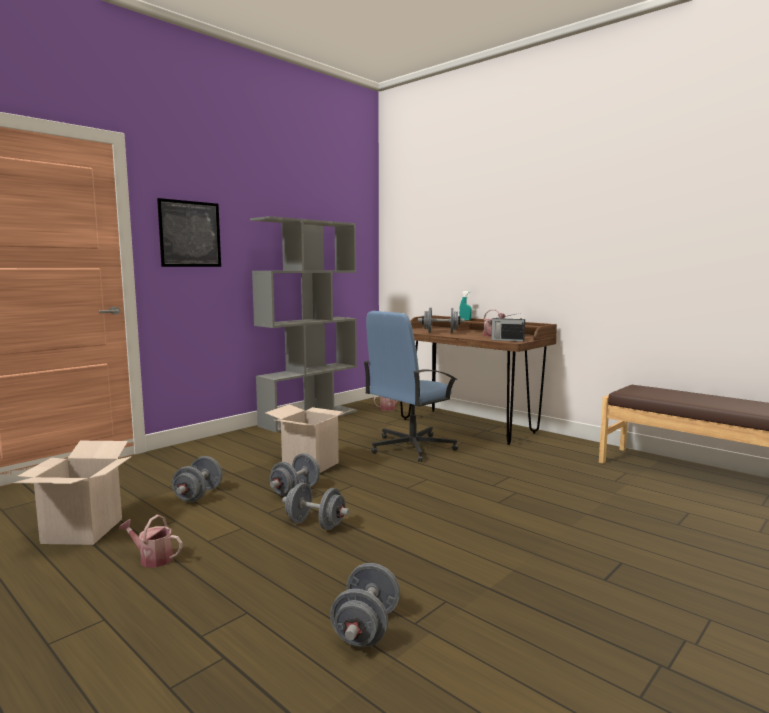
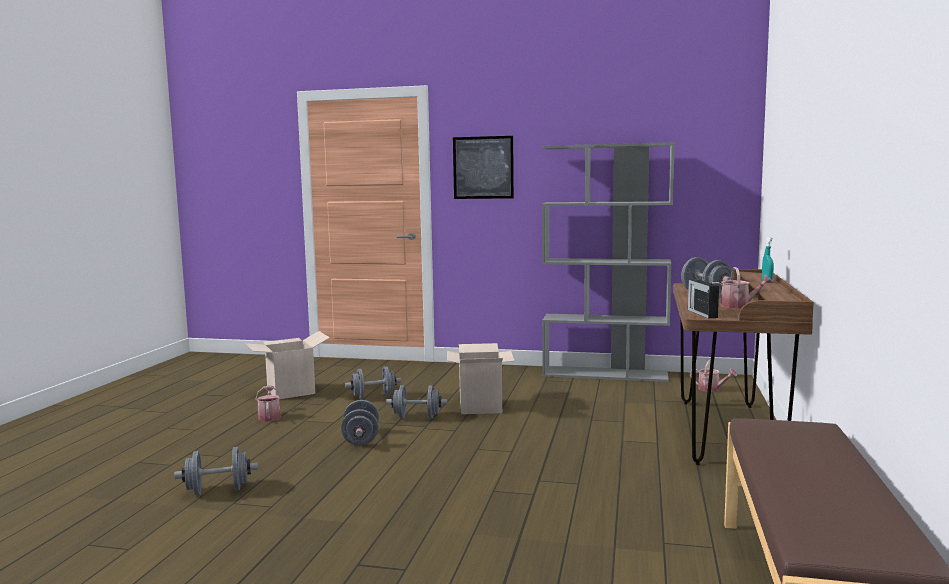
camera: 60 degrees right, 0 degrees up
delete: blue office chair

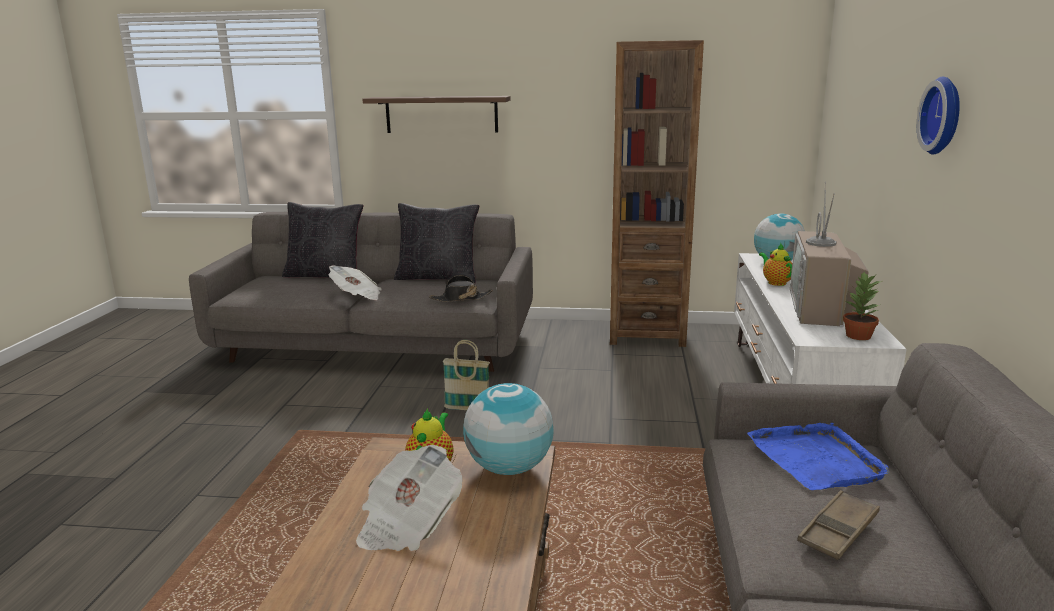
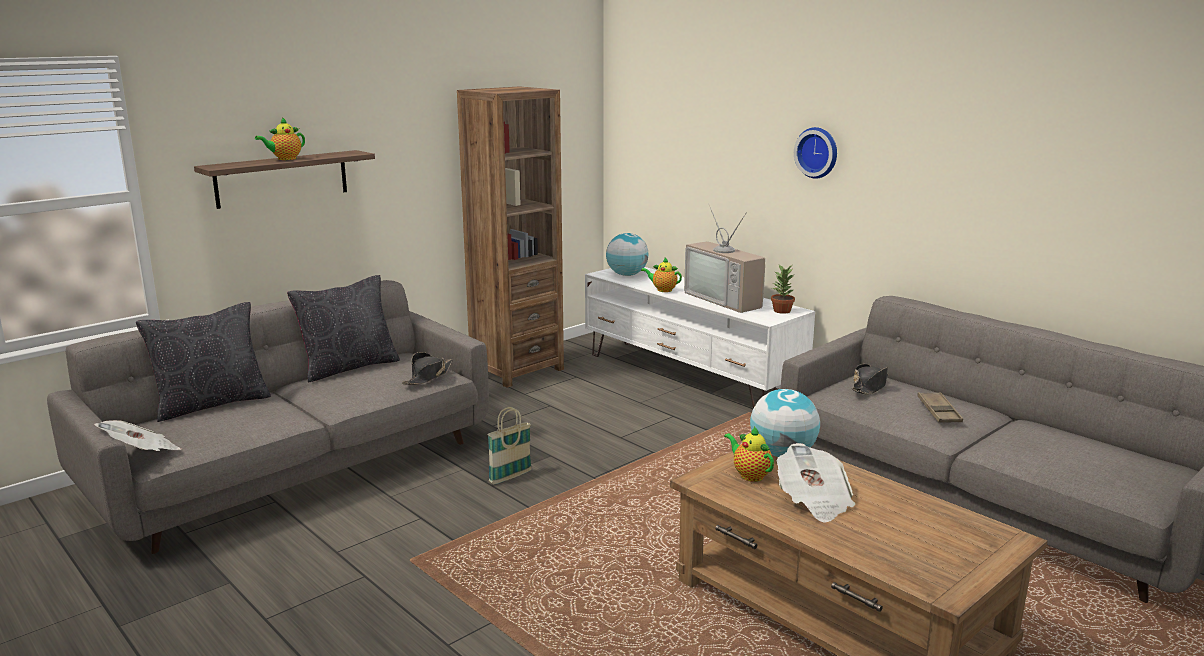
camera: 50 degrees left, 0 degrees up
insert: teapot (1st from left)
move: newspaper (1st from left)
replace: blue tray to black hat (2nd from left)

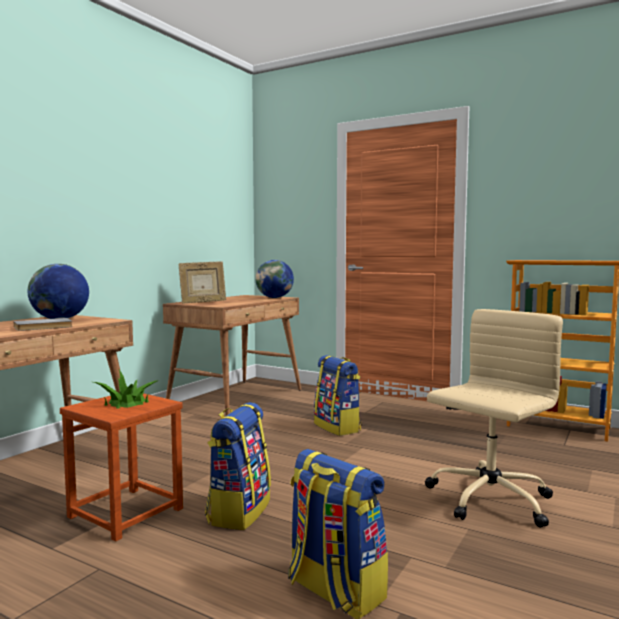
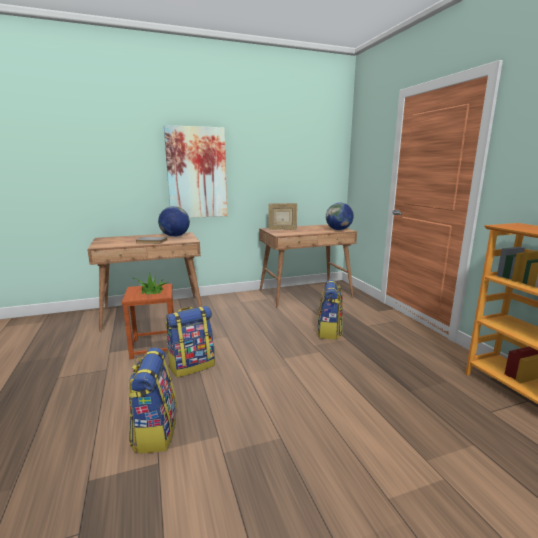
camera: 40 degrees right, 10 degrees up
delete: beige office chair
insert: picture

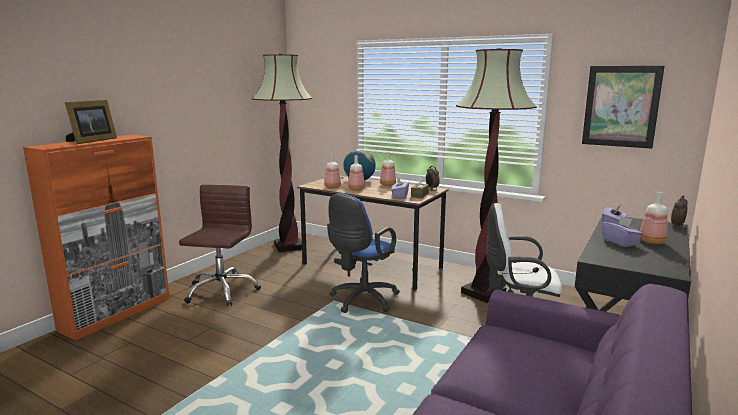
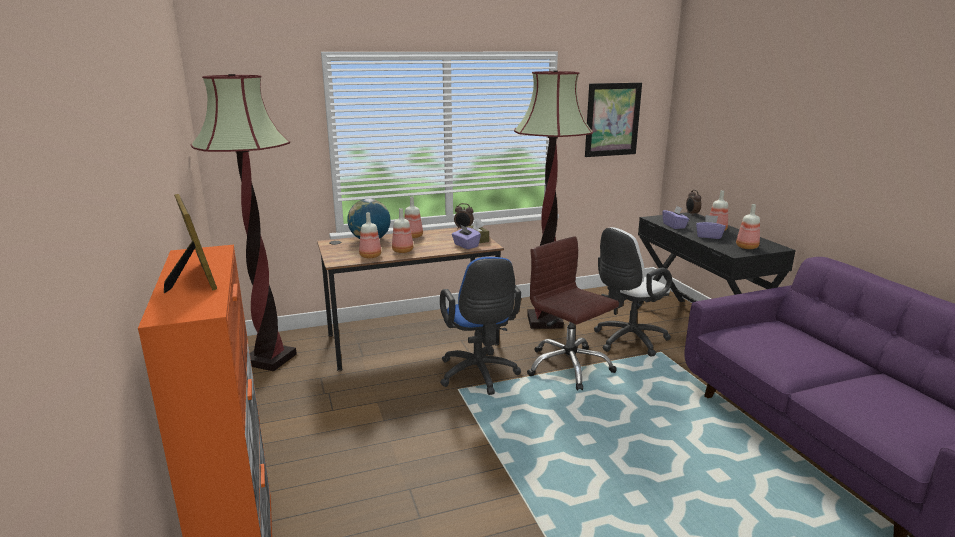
camera: 50 degrees left, 5 degrees up
insert: bottle (5th from left)
move: brown office chair

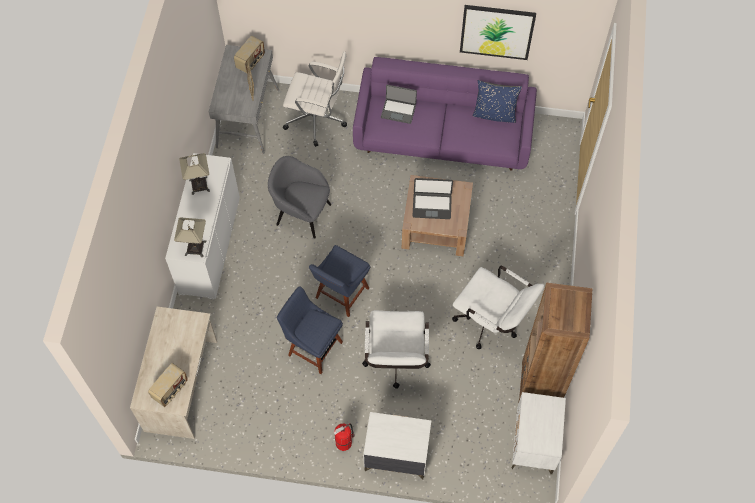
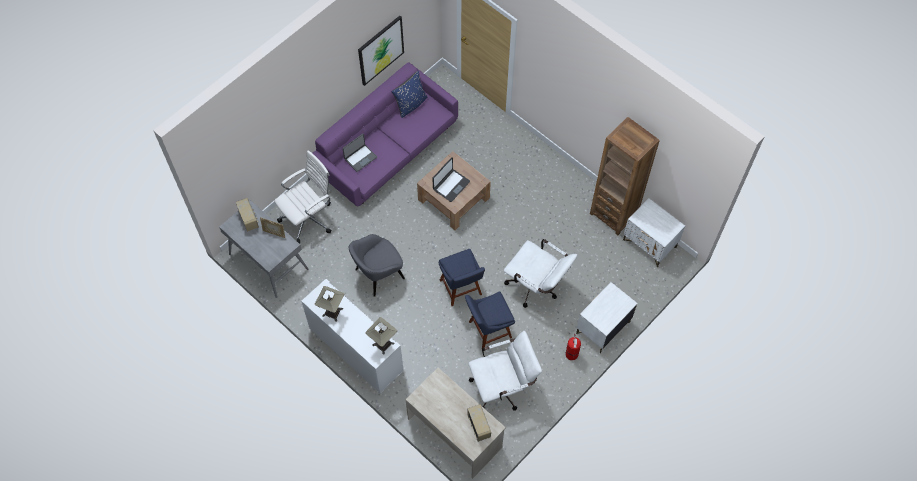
camera: 55 degrees left, 0 degrees up
move: white office chair (3rd from left in the first image) to white office chair (2nd from left)

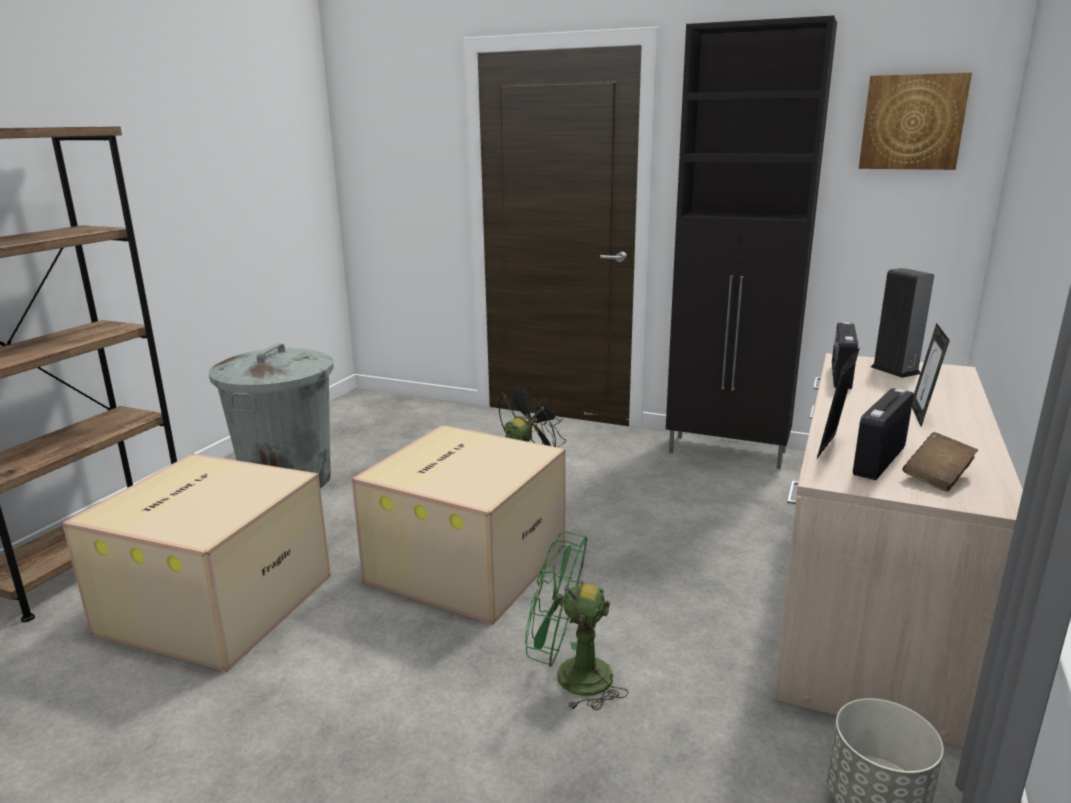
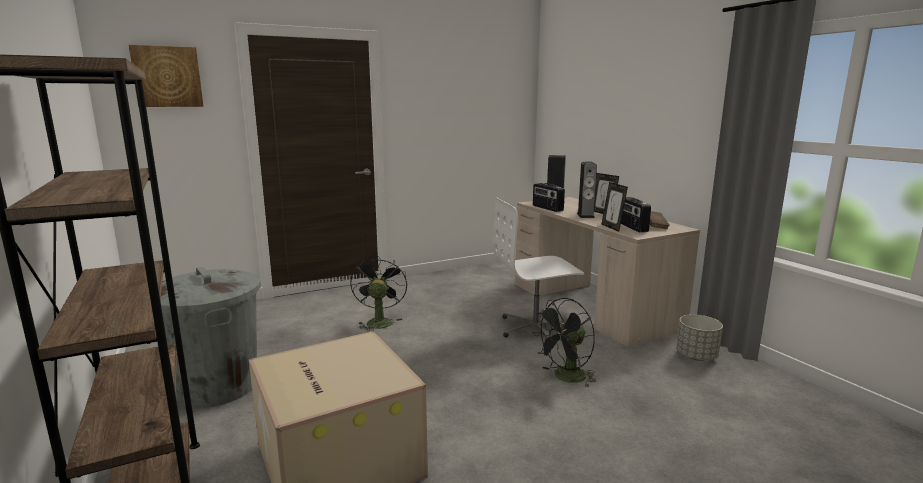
camera: 50 degrees left, 5 degrees down
delete: cardboard box (2nd from left); black cabinet
insert: white office chair; speaker (2nd from left)
move: picture
recolor: green fan to black fan (2nd from left)

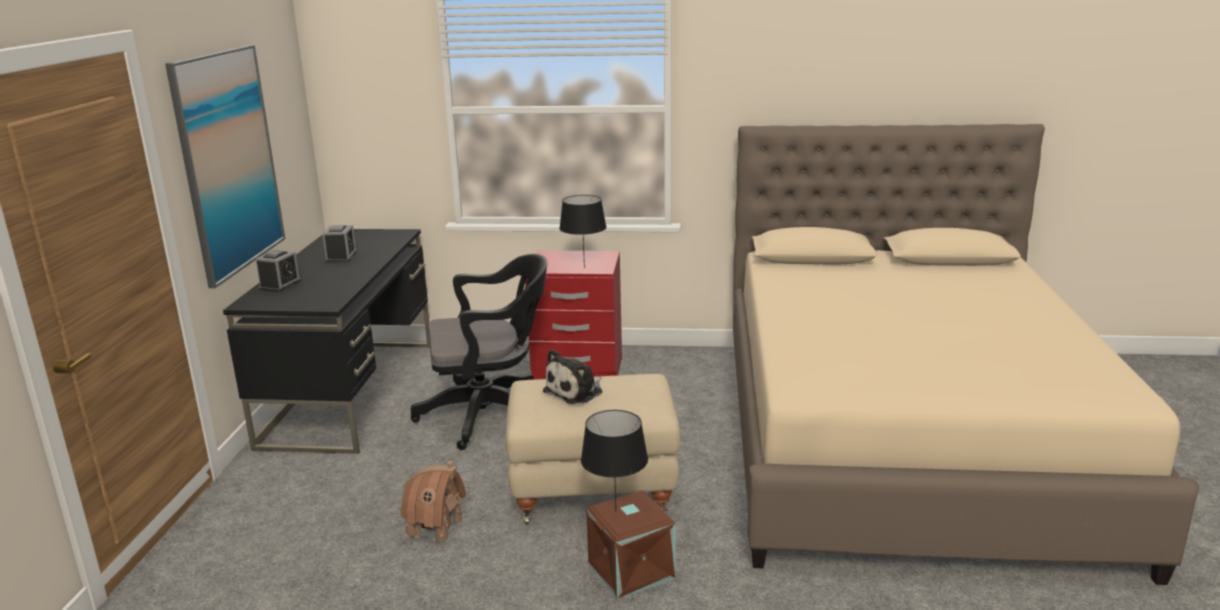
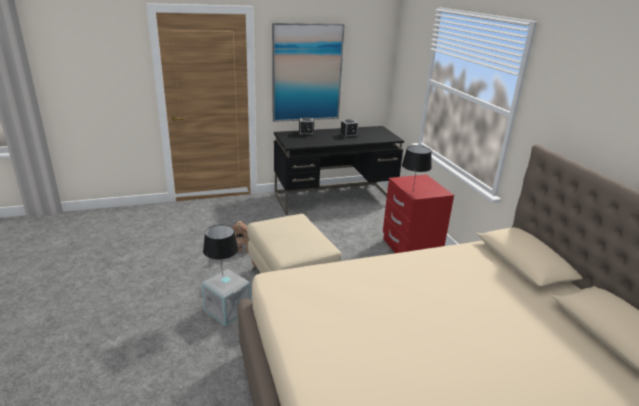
camera: 65 degrees right, 5 degrees up
delete: black office chair; plush toy
recolor: brown storage box to grey storage box

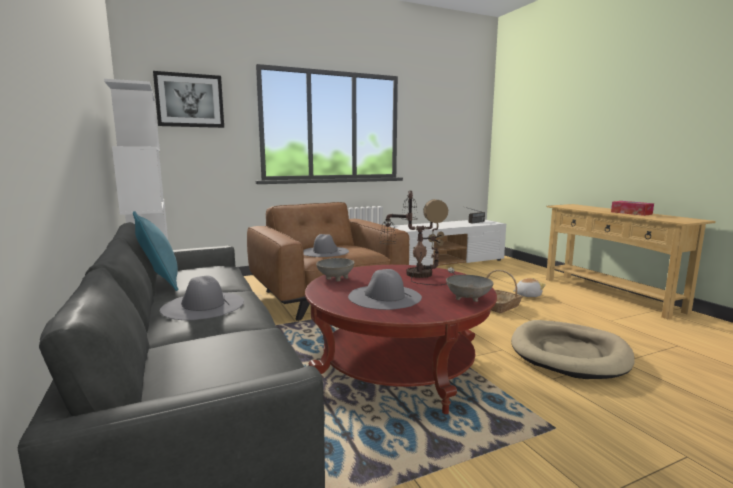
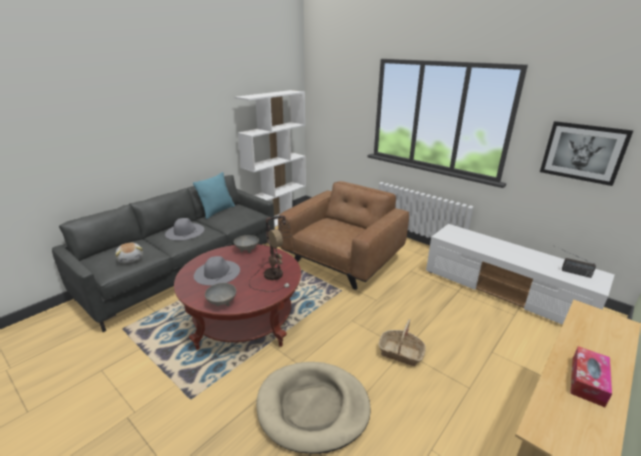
camera: 65 degrees right, 15 degrees up
delete: grey hat (2nd from left)
move: picture; plush toy

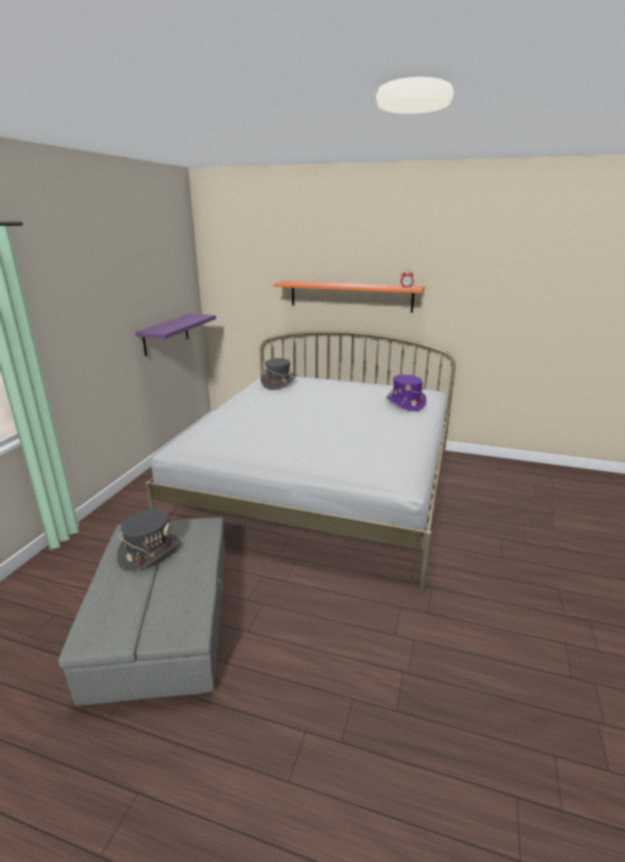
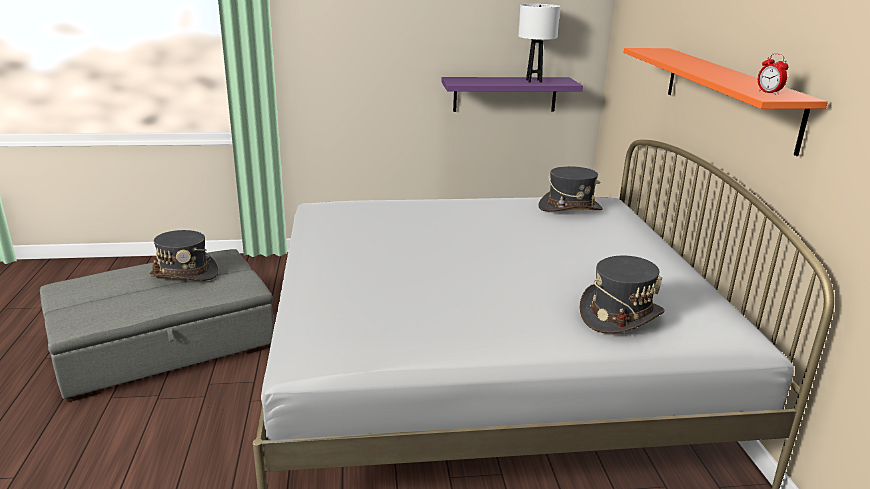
camera: 65 degrees right, 0 degrees up
insert: white table lamp
recolor: purple hat to grey hat (3rd from left)

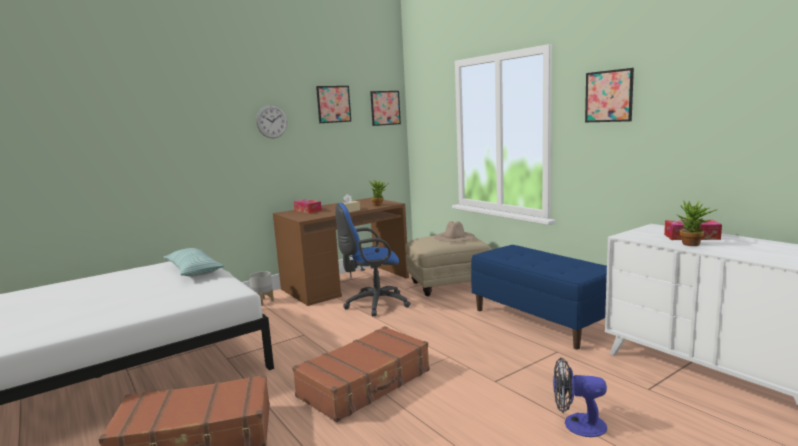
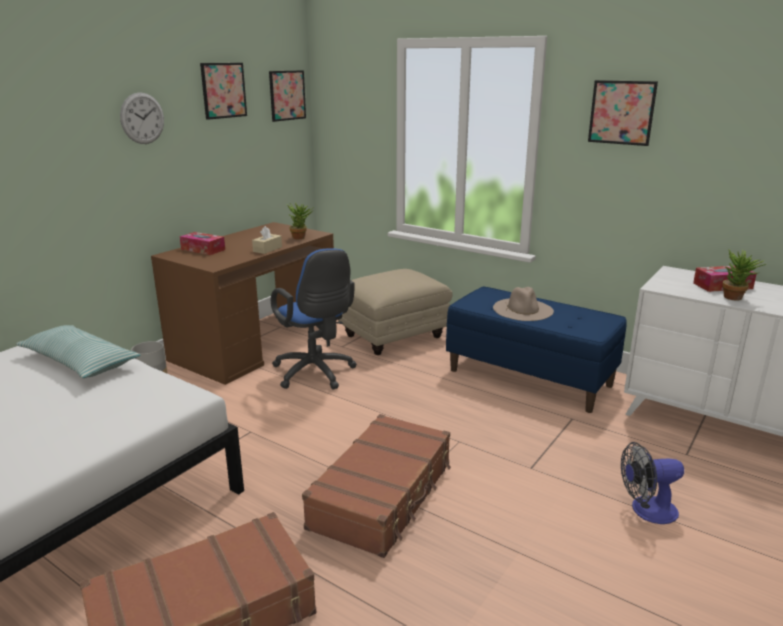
camera: 20 degrees left, 10 degrees up
move: beige hat
rotate: blue office chair 90 degrees counterclockwise

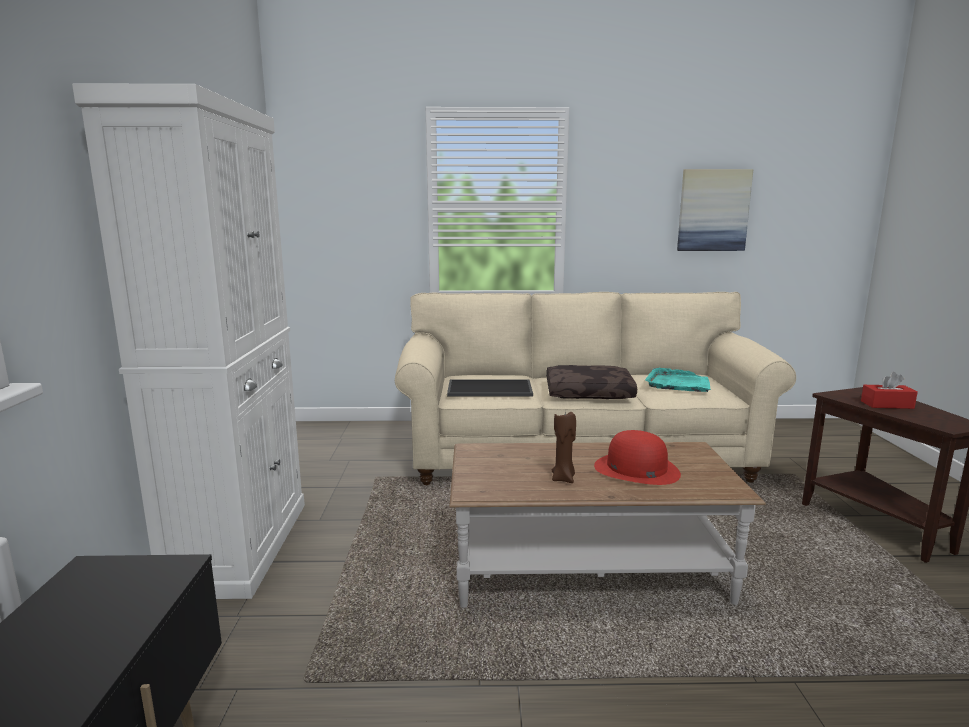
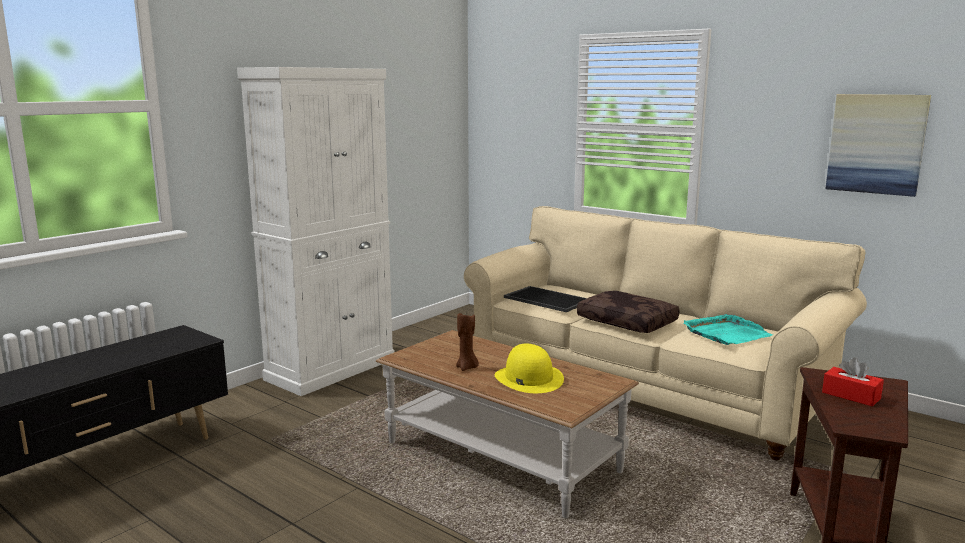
camera: 40 degrees right, 0 degrees up
recolor: red hat to yellow hat

